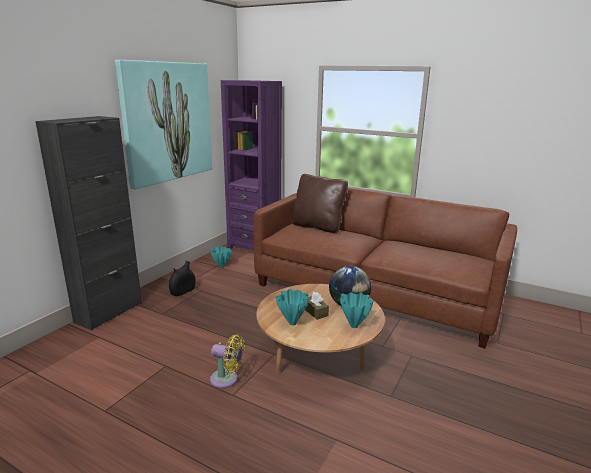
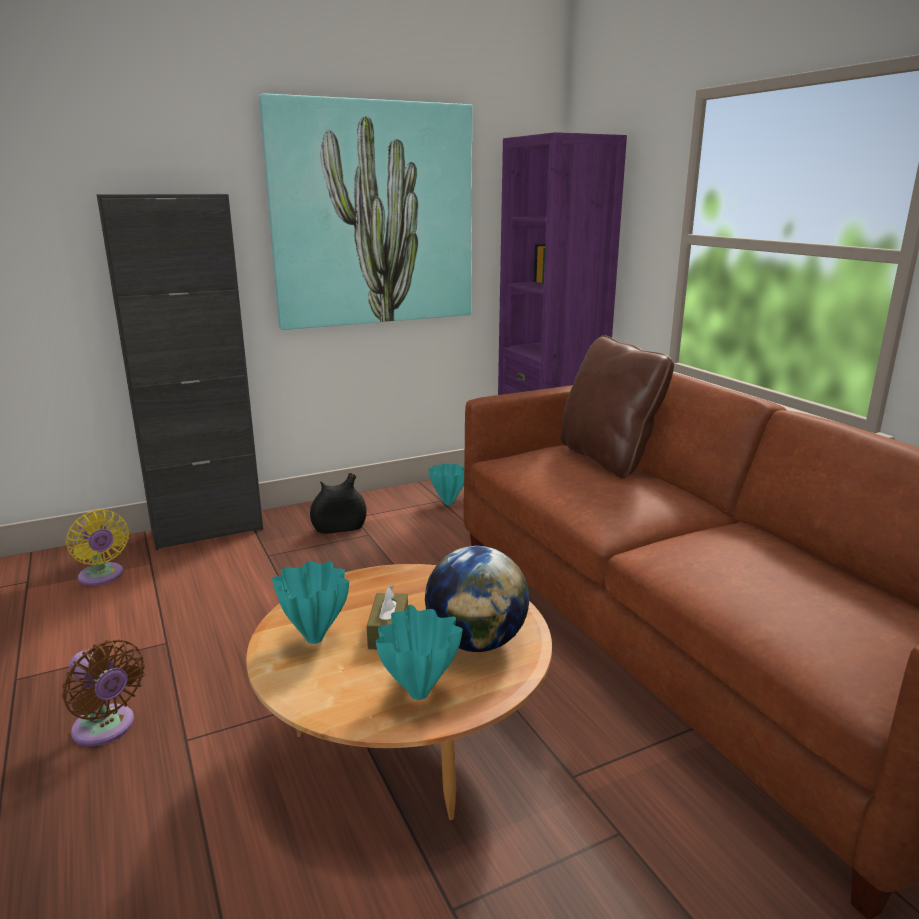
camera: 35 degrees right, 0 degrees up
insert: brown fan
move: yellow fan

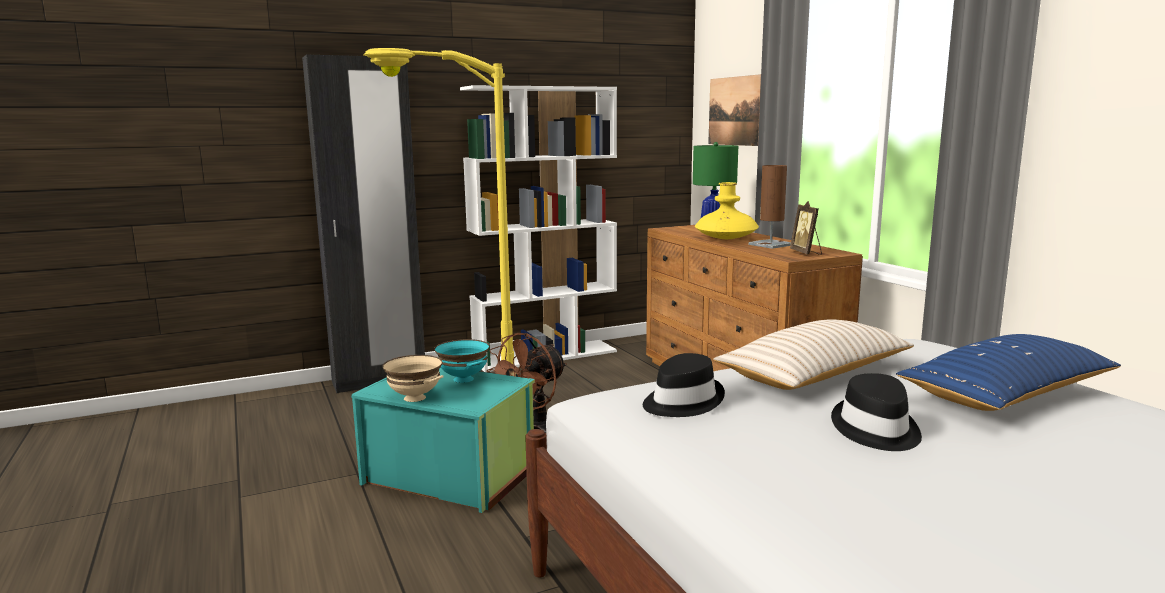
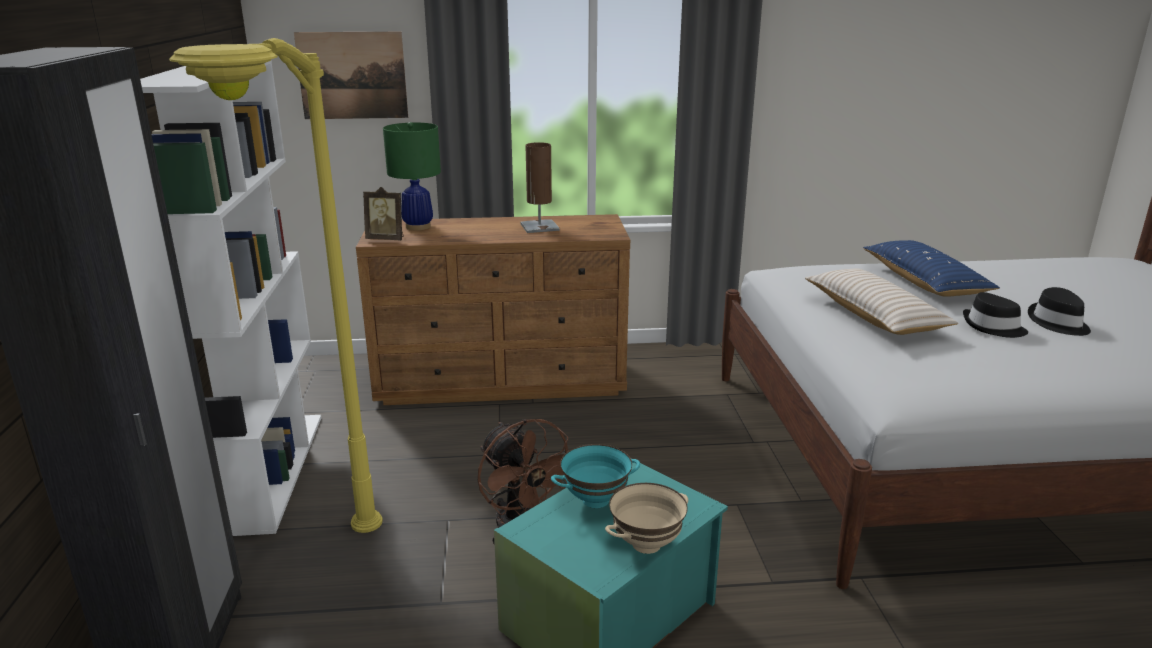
camera: 70 degrees left, 10 degrees up
delete: yellow vase
move: black hat (1st from left in the first image) to black hat (2nd from left); picture frame

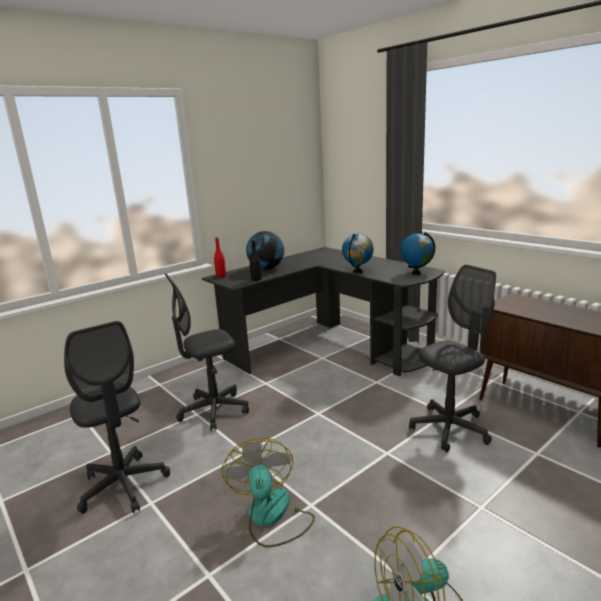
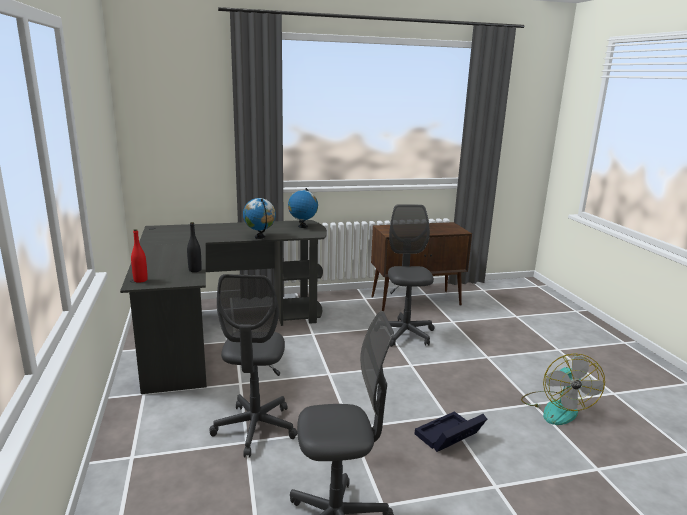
camera: 65 degrees left, 0 degrees up
delete: globe (1st from left)
replace: fan (1st from left) to black storage box

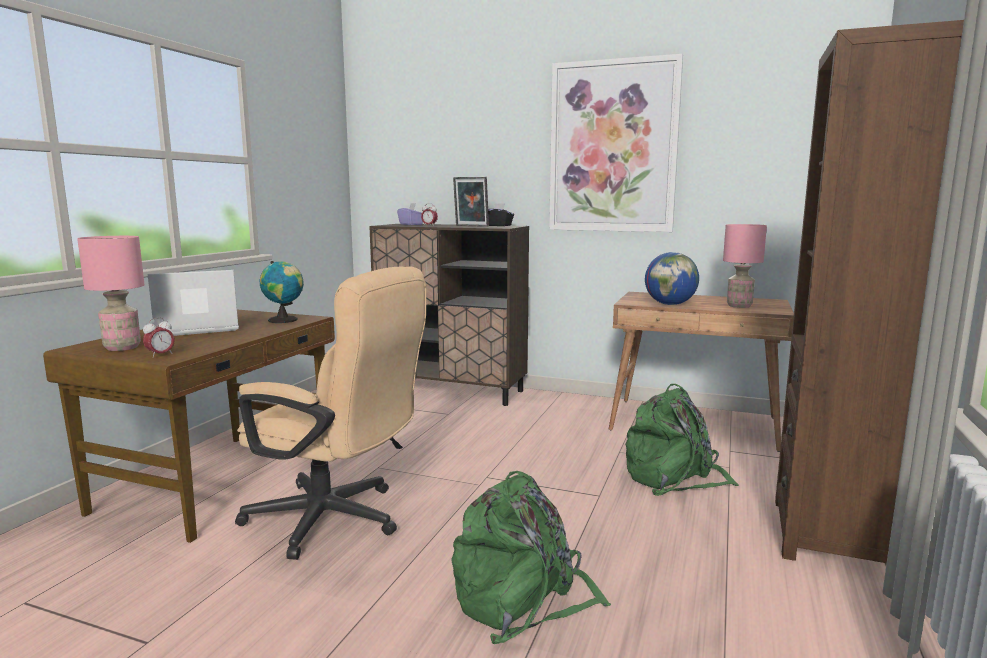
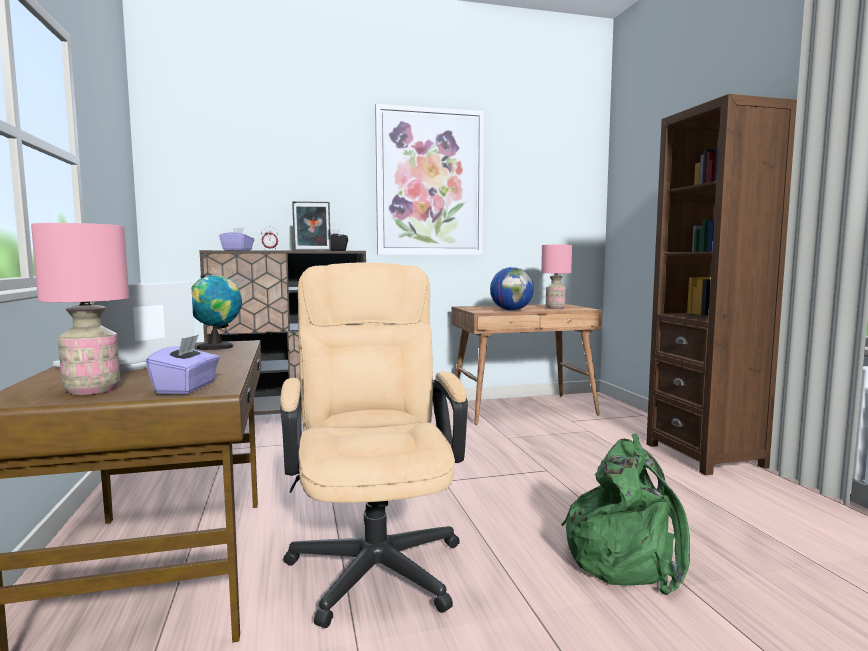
camera: 35 degrees left, 5 degrees down
delete: green backpack (2nd from left)
replace: alarm clock (1st from left) to purple tissue box (1st from left)
rotate: beige office chair 90 degrees counterclockwise

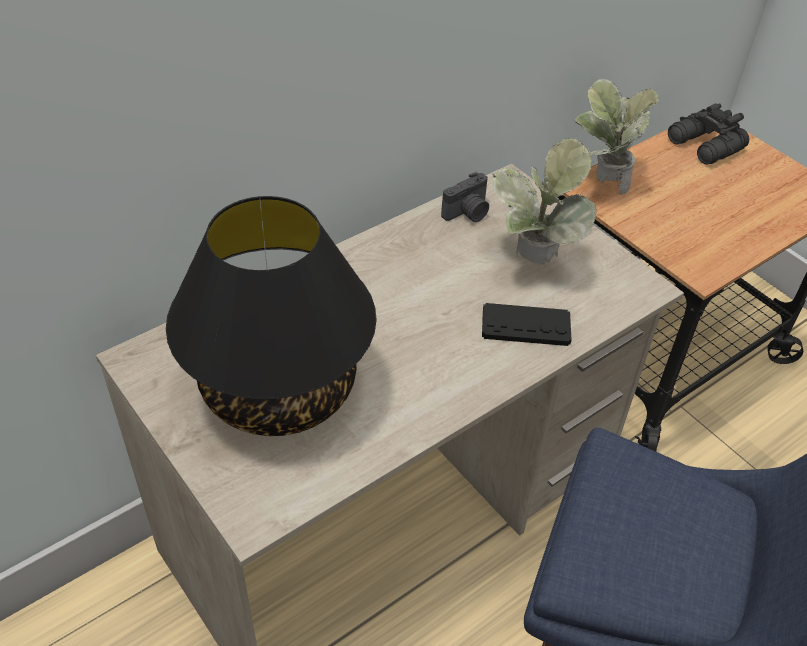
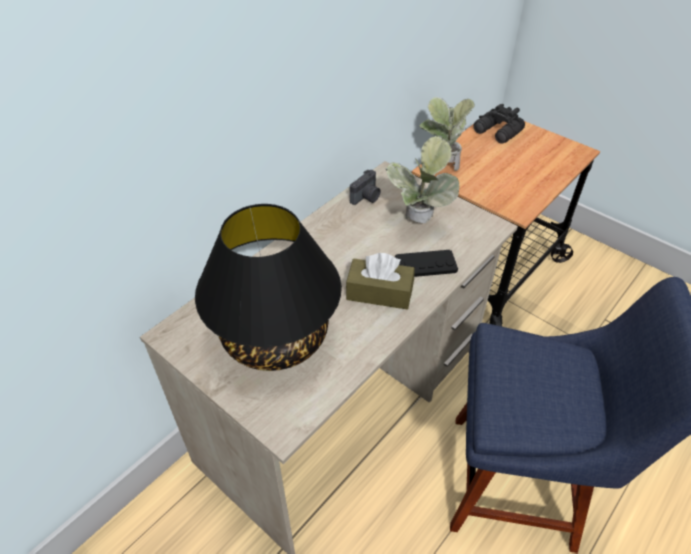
camera: 10 degrees left, 0 degrees up
insert: brown tissue box

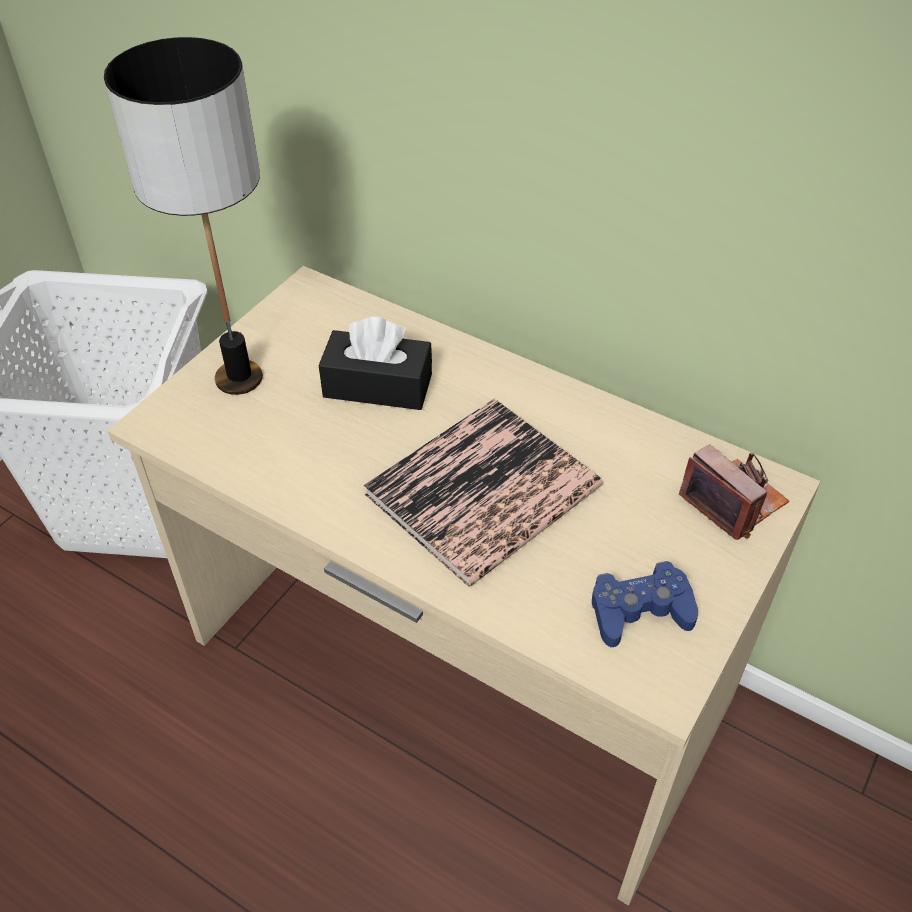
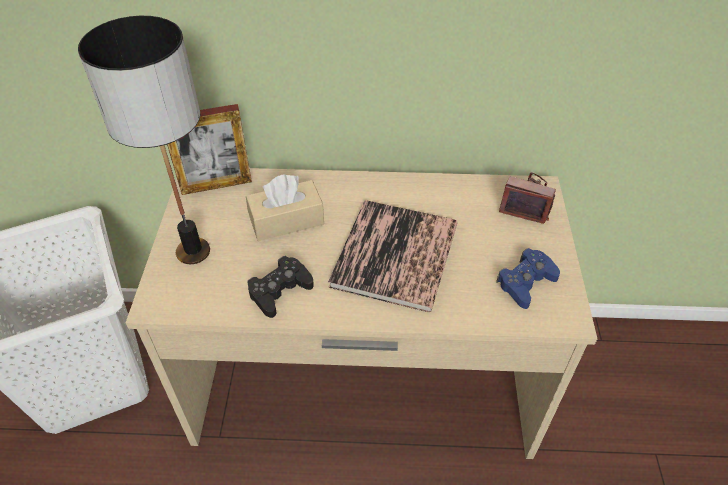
camera: 30 degrees left, 0 degrees up
insert: picture frame; black game controller
recolor: black tissue box to beige tissue box

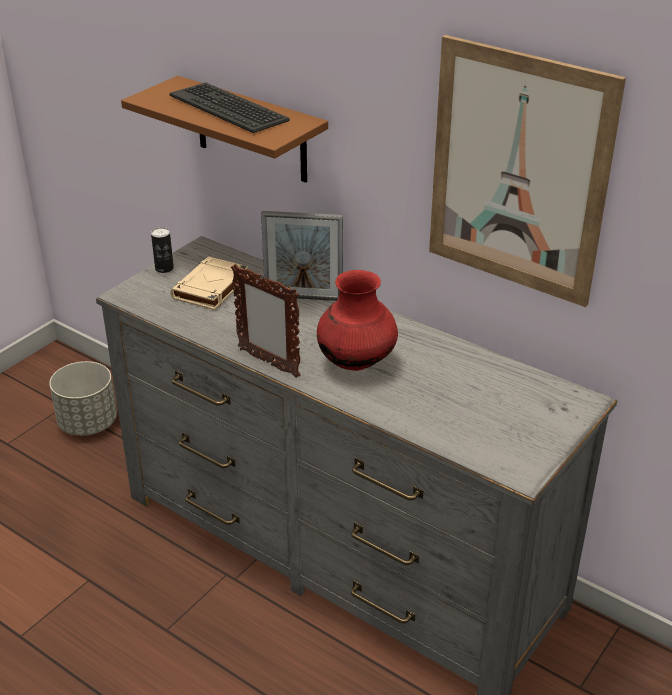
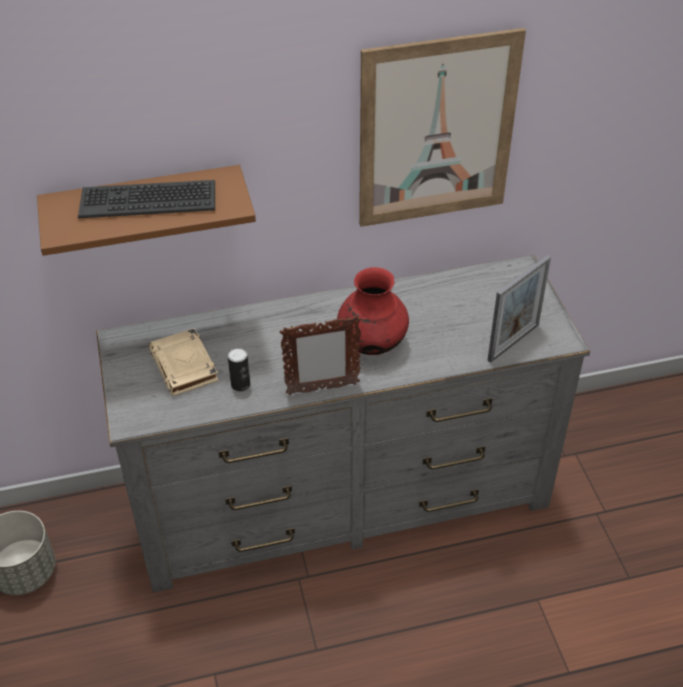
camera: 50 degrees left, 10 degrees up
move: can; picture frame (2nd from left)

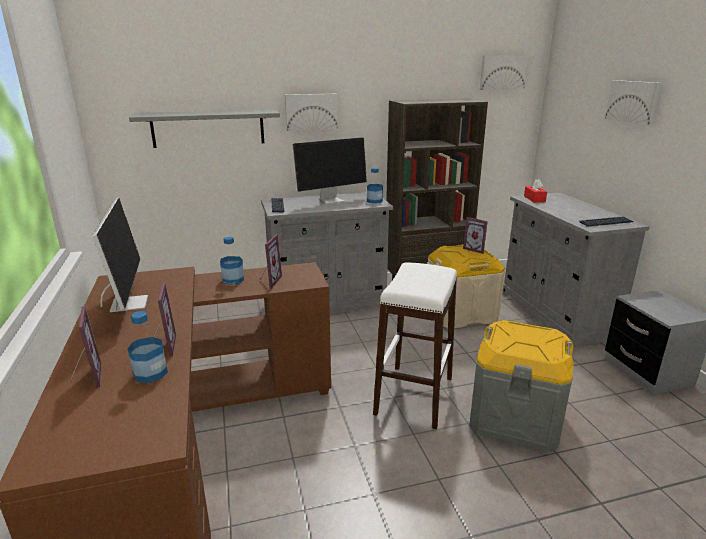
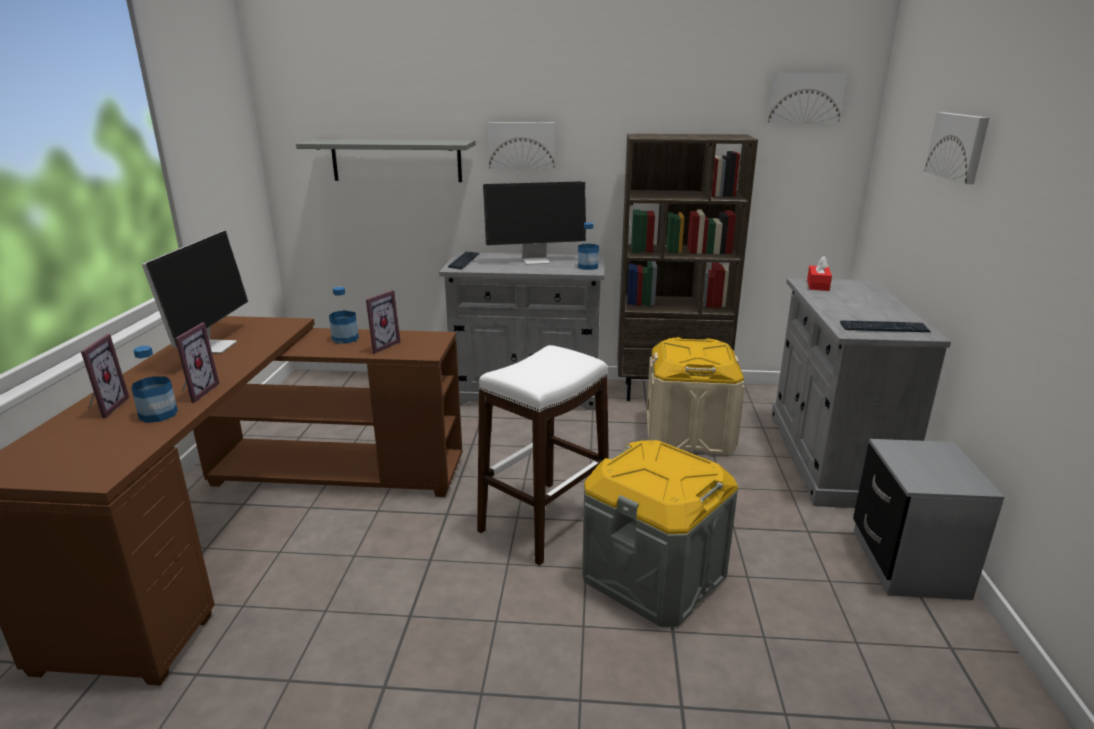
camera: 20 degrees right, 0 degrees up
delete: picture frame (4th from left)

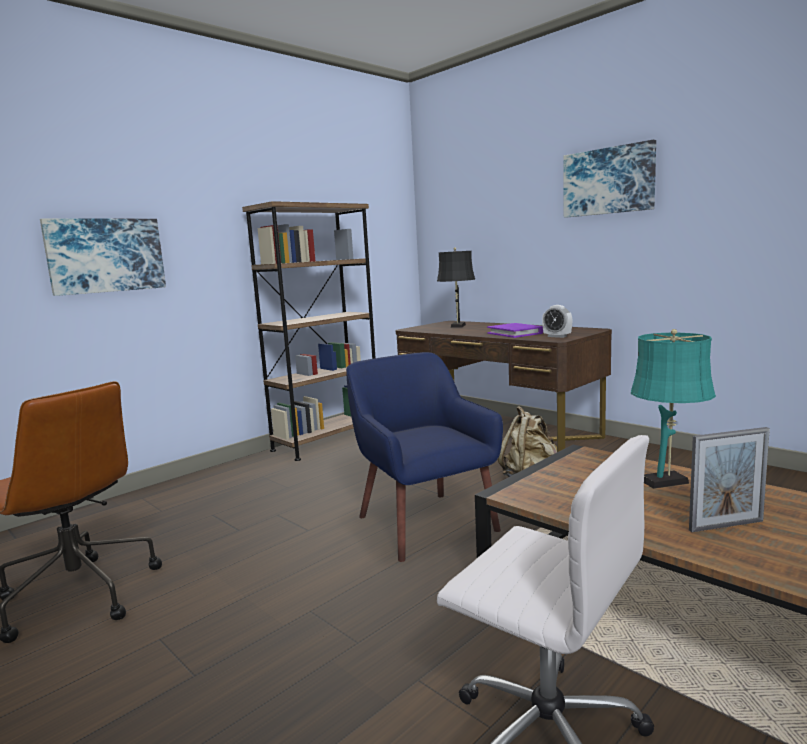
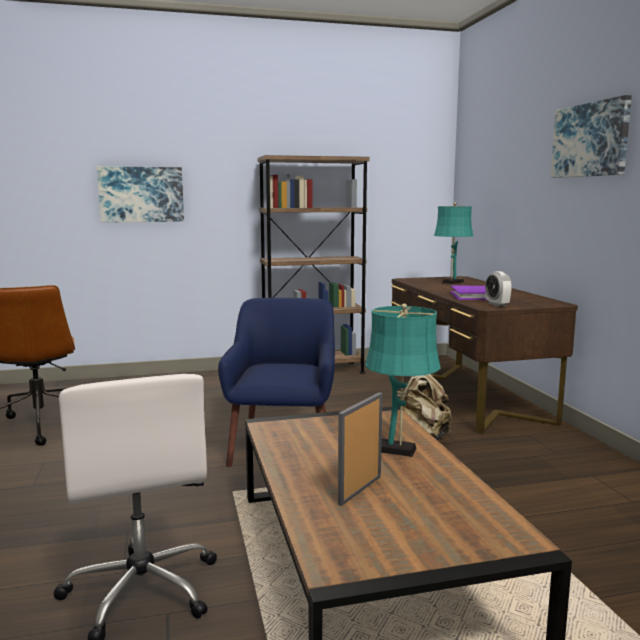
camera: 30 degrees right, 0 degrees up
recolor: black table lamp to turquoise table lamp (2nd from left)
rotate: picture frame 105 degrees clockwise

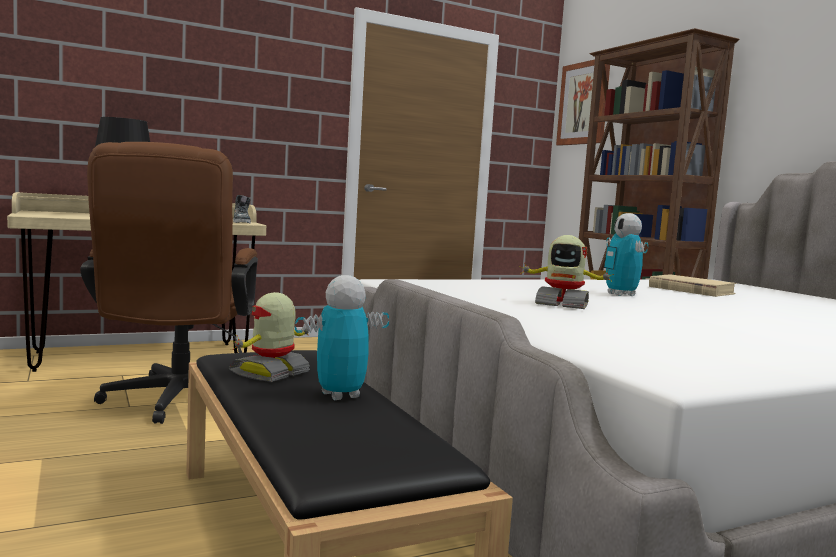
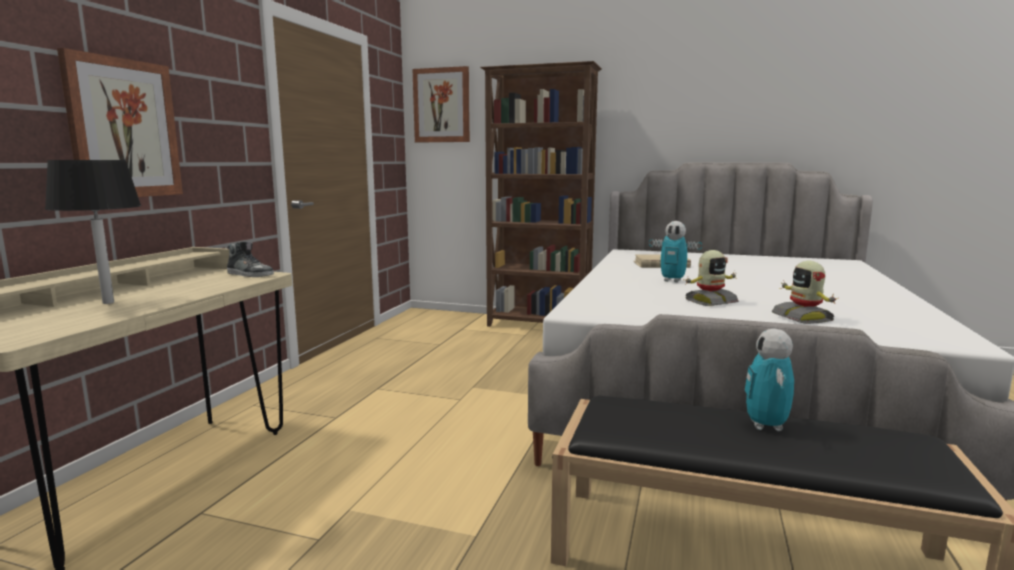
camera: 45 degrees left, 5 degrees up
delete: brown office chair
insert: picture (1st from left)
move: toy robot (1st from left in the first image) to toy robot (4th from left)

